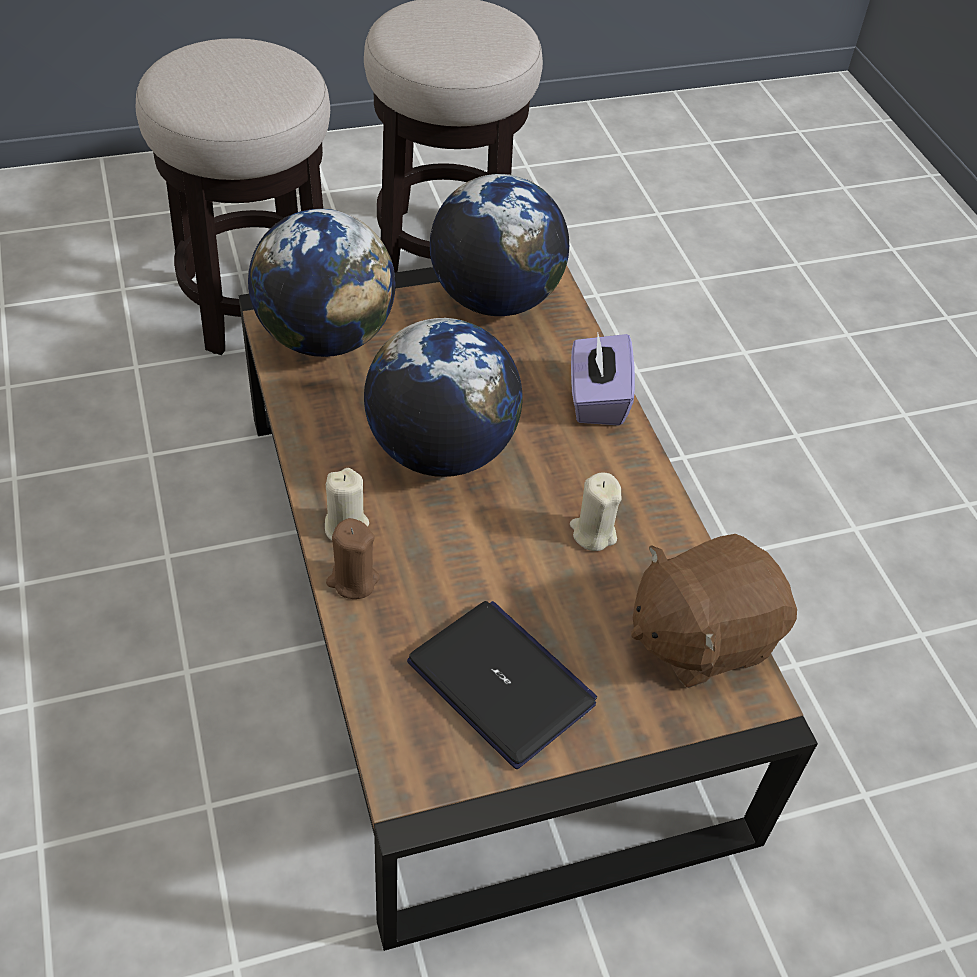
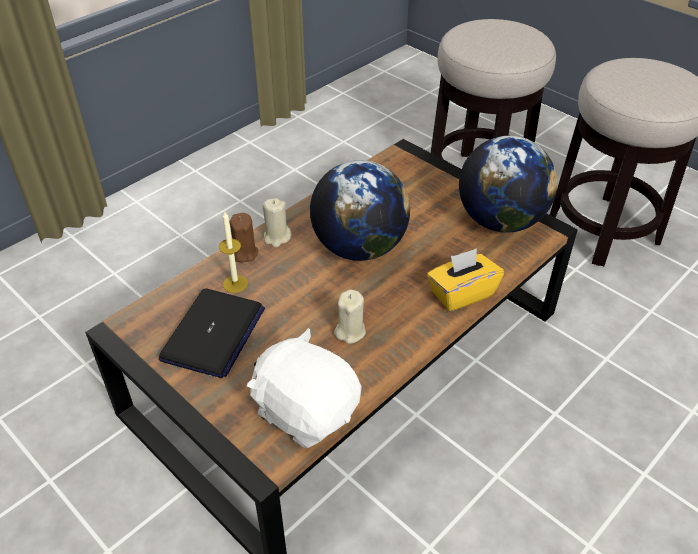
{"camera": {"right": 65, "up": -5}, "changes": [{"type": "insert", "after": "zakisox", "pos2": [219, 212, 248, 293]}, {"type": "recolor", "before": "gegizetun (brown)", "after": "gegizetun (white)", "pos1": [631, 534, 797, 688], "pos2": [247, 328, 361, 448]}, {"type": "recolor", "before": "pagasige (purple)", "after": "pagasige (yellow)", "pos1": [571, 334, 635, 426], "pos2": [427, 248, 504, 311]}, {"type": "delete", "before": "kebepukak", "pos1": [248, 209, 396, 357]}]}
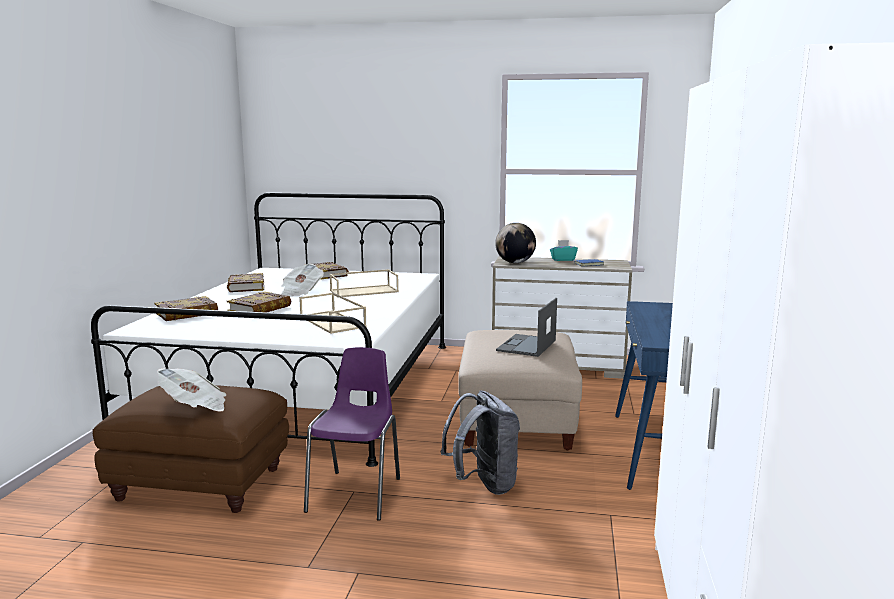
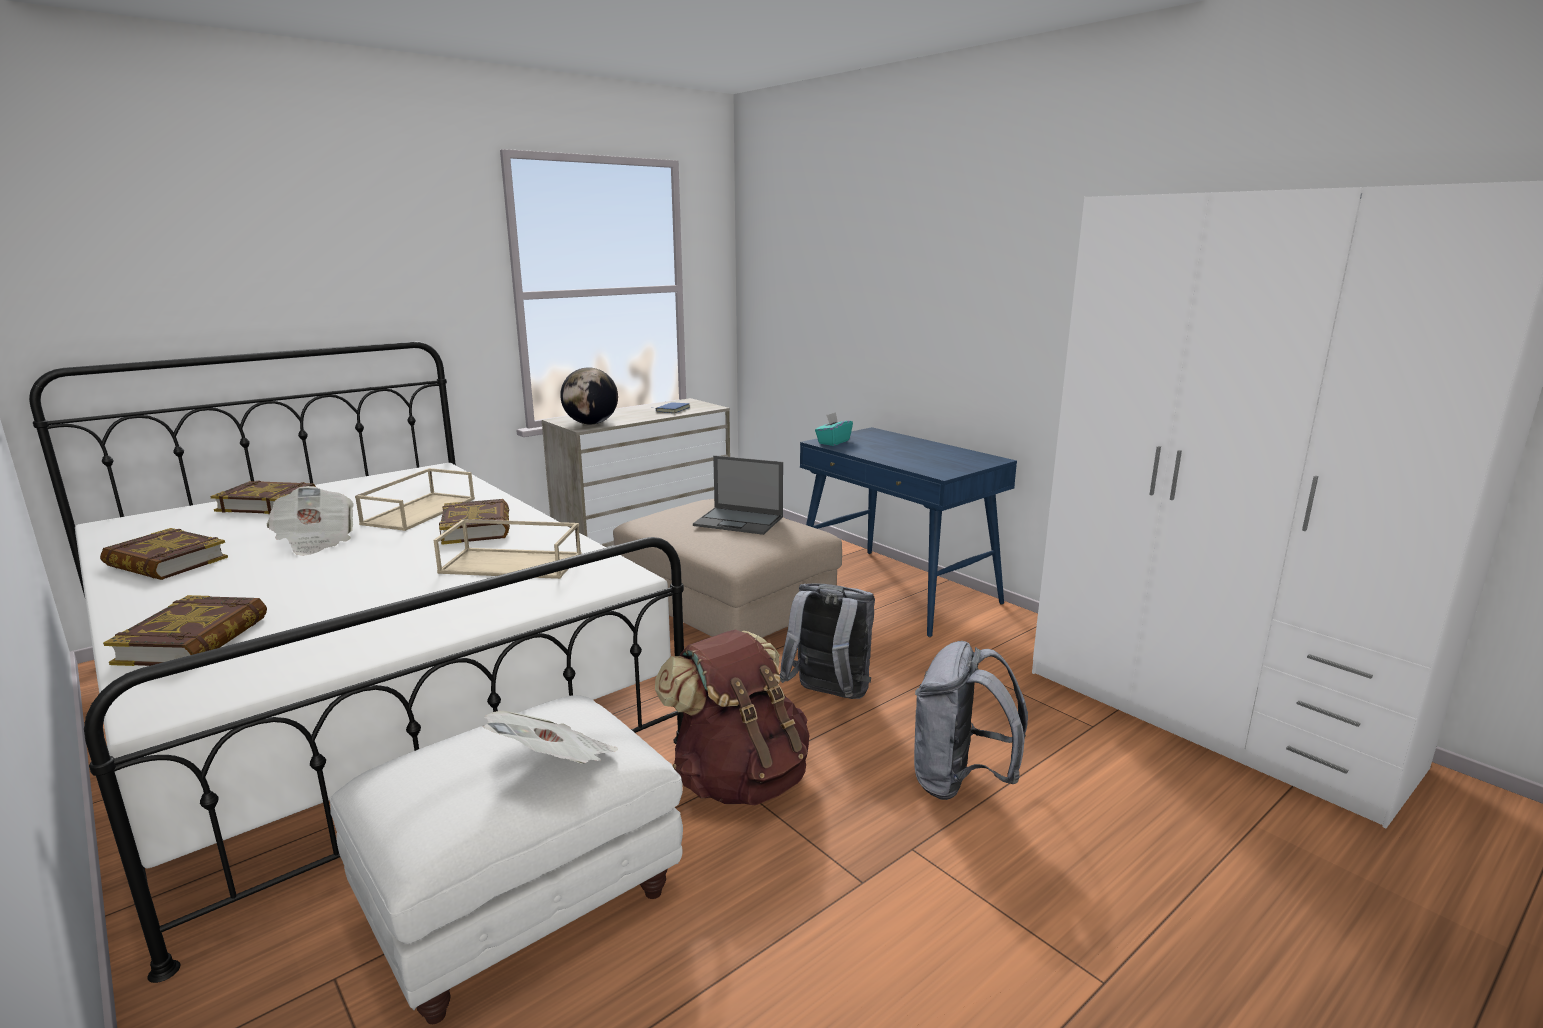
{"camera": {"right": -50, "up": 5}, "changes": [{"type": "recolor", "before": "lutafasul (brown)", "after": "lutafasul (white)", "pos1": [93, 385, 289, 513], "pos2": [330, 695, 683, 1024]}, {"type": "move", "before": "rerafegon", "pos1": [227, 291, 291, 312], "pos2": [439, 499, 510, 545]}, {"type": "replace", "before": "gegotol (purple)", "after": "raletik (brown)", "pos1": [304, 347, 400, 521], "pos2": [655, 629, 810, 805]}, {"type": "rotate", "before": "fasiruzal", "pos1": [496, 298, 557, 357], "pos2": [693, 455, 783, 535], "turn": -45}, {"type": "move", "before": "pagasige (turquoise)", "pos1": [550, 240, 578, 261], "pos2": [815, 412, 853, 446]}, {"type": "insert", "after": "raletik (grey)", "pos2": [914, 641, 1028, 800]}]}
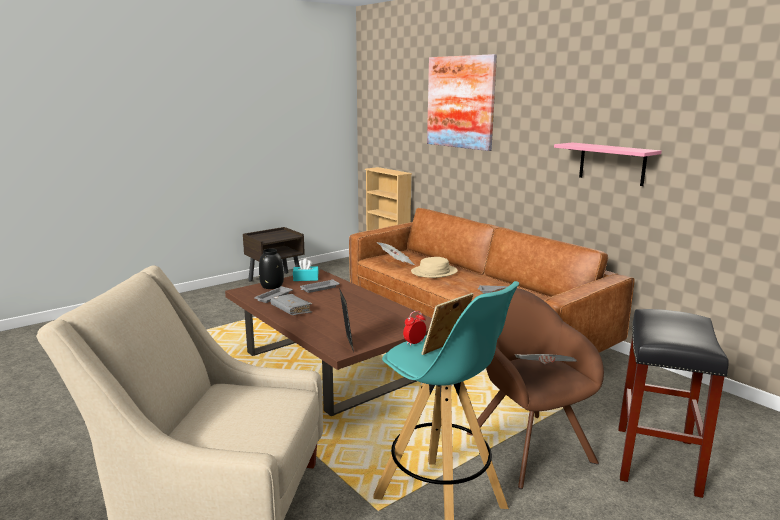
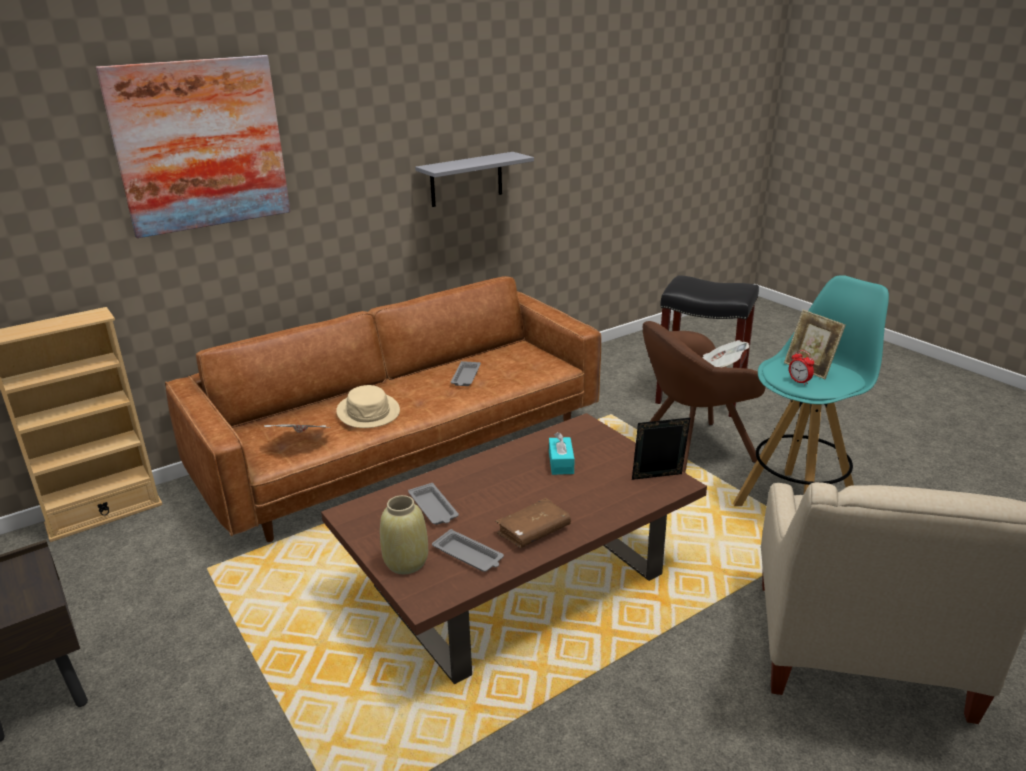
{"camera": {"right": -85, "up": 10}, "changes": [{"type": "recolor", "before": "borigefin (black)", "after": "borigefin (beige)", "pos1": [259, 249, 284, 289], "pos2": [380, 495, 428, 574]}, {"type": "recolor", "before": "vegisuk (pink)", "after": "vegisuk (grey)", "pos1": [554, 142, 662, 186], "pos2": [415, 152, 534, 207]}, {"type": "recolor", "before": "rerafegon (grey)", "after": "rerafegon (brown)", "pos1": [271, 294, 312, 315], "pos2": [495, 498, 571, 548]}, {"type": "move", "before": "pagasige (turquoise)", "pos1": [293, 258, 319, 281], "pos2": [549, 432, 574, 475]}]}
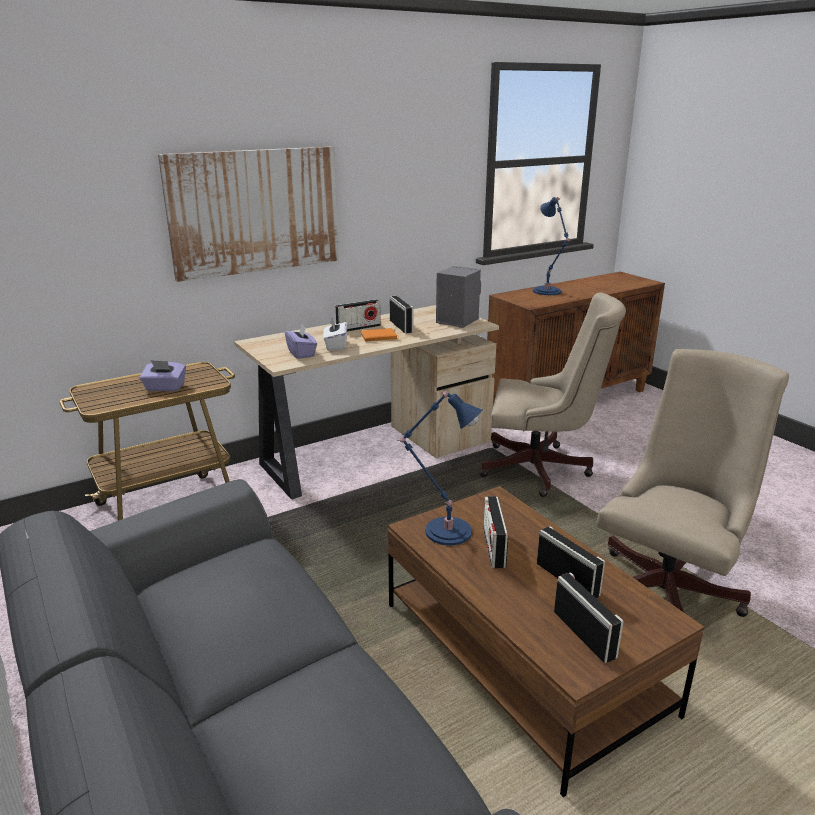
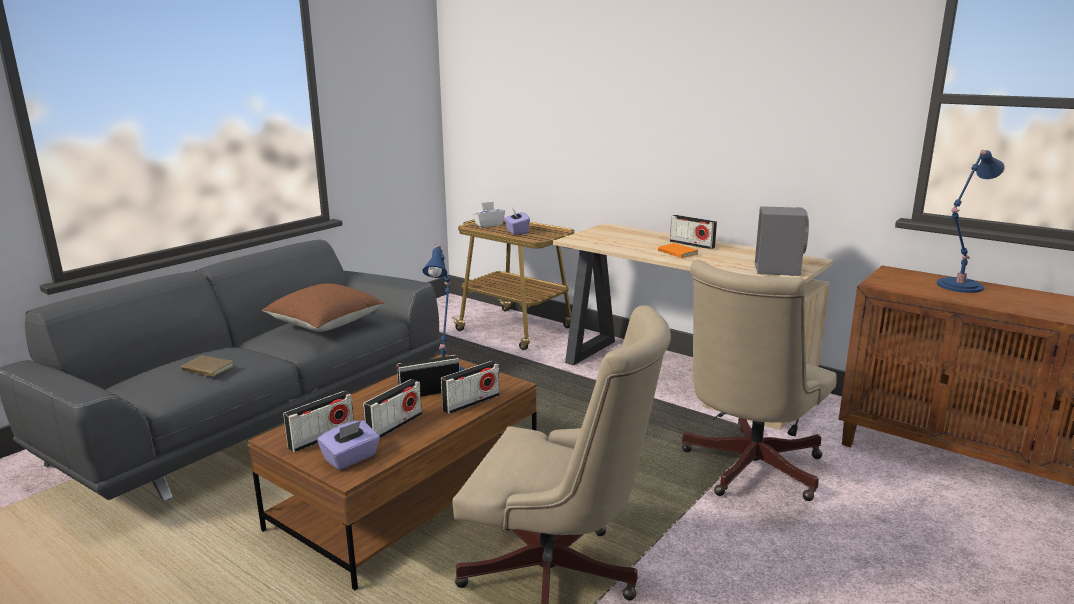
{"camera": {"right": 70, "up": -5}, "changes": [{"type": "insert", "after": "rerafegon (brown)", "pos2": [181, 355, 233, 377]}, {"type": "insert", "after": "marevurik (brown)", "pos2": [262, 283, 385, 332]}, {"type": "move", "before": "pagasige (purple)", "pos1": [285, 325, 317, 359], "pos2": [317, 420, 380, 470]}, {"type": "move", "before": "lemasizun", "pos1": [390, 296, 414, 333], "pos2": [441, 361, 500, 414]}, {"type": "move", "before": "pagasige (white)", "pos1": [323, 318, 347, 350], "pos2": [473, 202, 505, 227]}, {"type": "rotate", "before": "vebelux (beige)", "pos1": [480, 293, 626, 497], "pos2": [682, 260, 837, 501], "turn": 45}, {"type": "delete", "before": "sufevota", "pos1": [158, 147, 339, 282]}]}
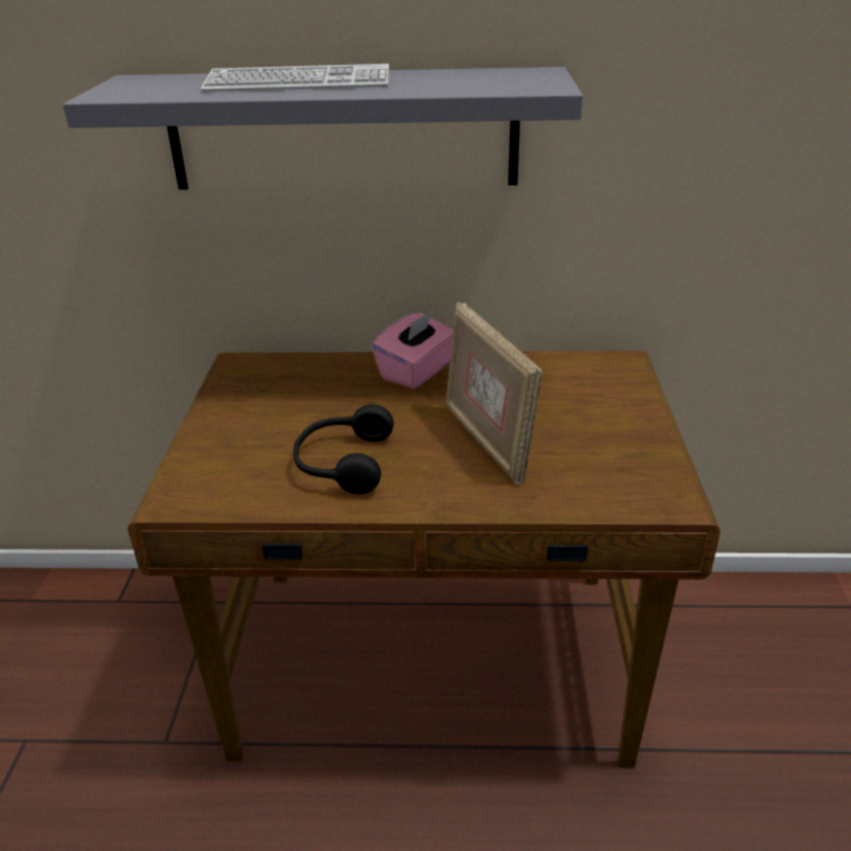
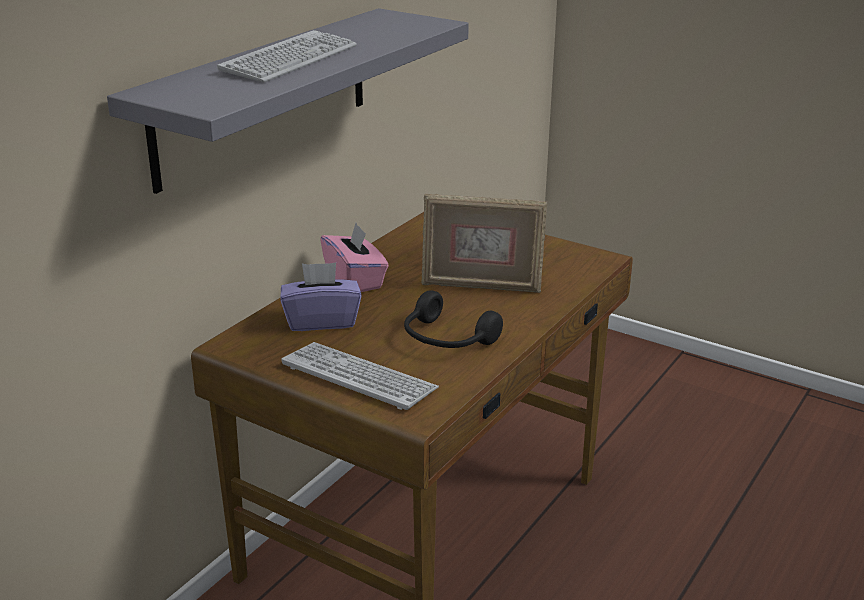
{"camera": {"right": -60, "up": -5}, "changes": [{"type": "insert", "after": "pagasige (purple)", "pos2": [280, 262, 361, 331]}, {"type": "insert", "after": "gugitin", "pos2": [281, 342, 439, 410]}]}
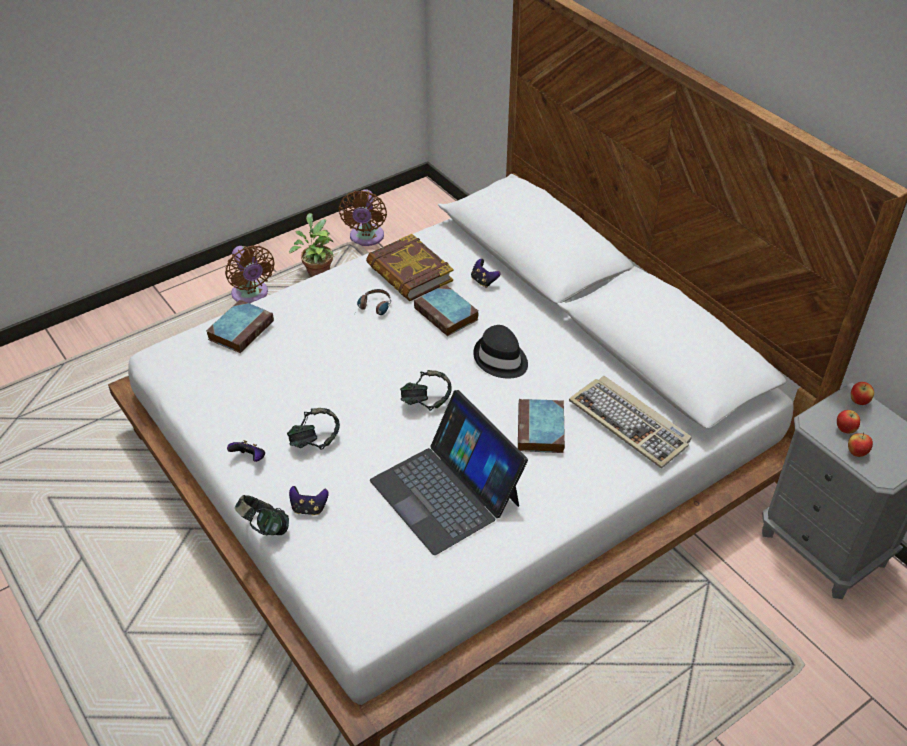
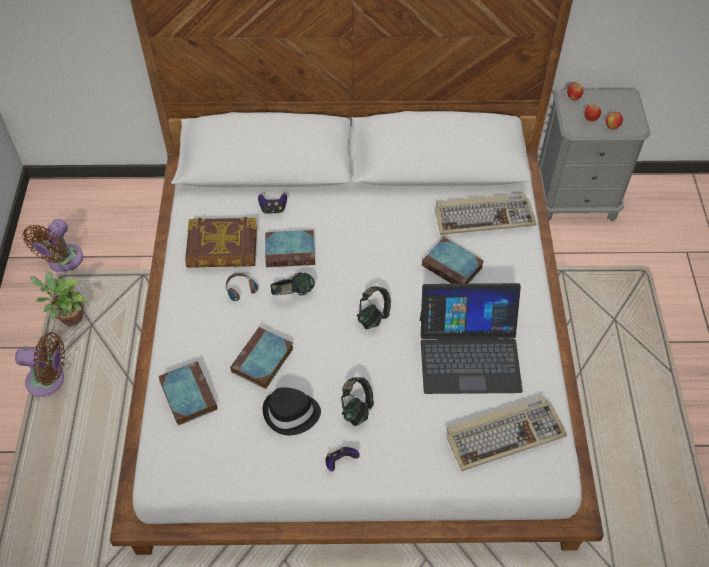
{"camera": {"right": -55, "up": 10}, "changes": [{"type": "rotate", "before": "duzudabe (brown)", "pos1": [338, 189, 387, 246], "pos2": [23, 219, 83, 272], "turn": 75}, {"type": "insert", "after": "rerafegon", "pos2": [230, 327, 293, 389]}, {"type": "move", "before": "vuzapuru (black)", "pos1": [473, 325, 528, 378], "pos2": [263, 387, 321, 435]}, {"type": "move", "before": "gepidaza", "pos1": [235, 495, 289, 536], "pos2": [270, 272, 315, 295]}, {"type": "insert", "after": "gugitin", "pos2": [446, 396, 567, 471]}, {"type": "delete", "before": "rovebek", "pos1": [289, 486, 329, 516]}]}
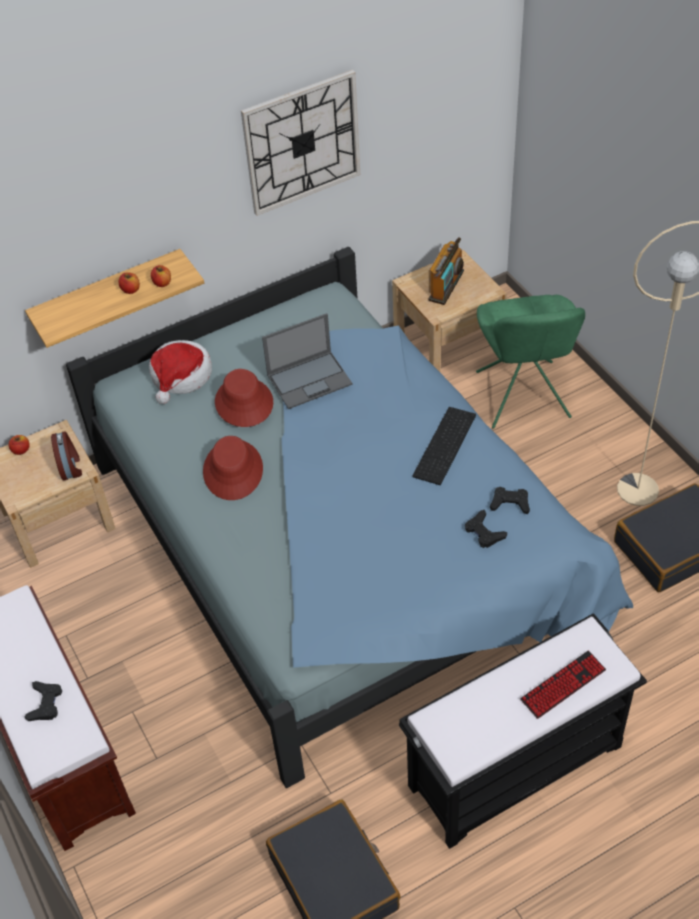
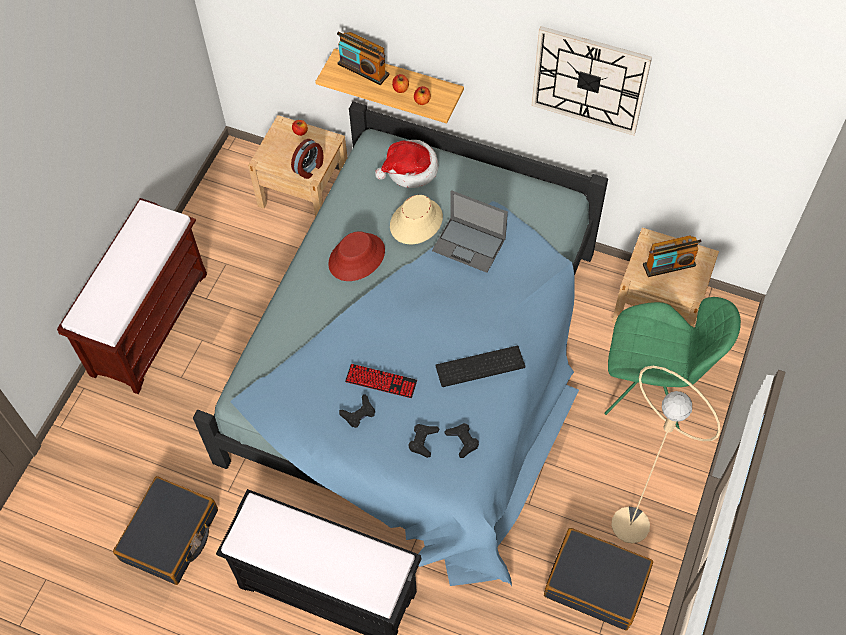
{"camera": {"right": 50, "up": 10}, "changes": [{"type": "insert", "after": "lemasizun", "pos2": [337, 32, 390, 85]}, {"type": "move", "before": "rovebek (black)", "pos1": [24, 681, 62, 721], "pos2": [339, 394, 375, 428]}, {"type": "move", "before": "gugitin", "pos1": [520, 651, 606, 719], "pos2": [345, 364, 417, 398]}, {"type": "recolor", "before": "vuzapuru (red)", "after": "vuzapuru (beige)", "pos1": [215, 369, 273, 427], "pos2": [390, 195, 443, 244]}, {"type": "rotate", "before": "gegotol (green)", "pos1": [476, 295, 585, 429], "pos2": [604, 297, 741, 429], "turn": -120}]}
